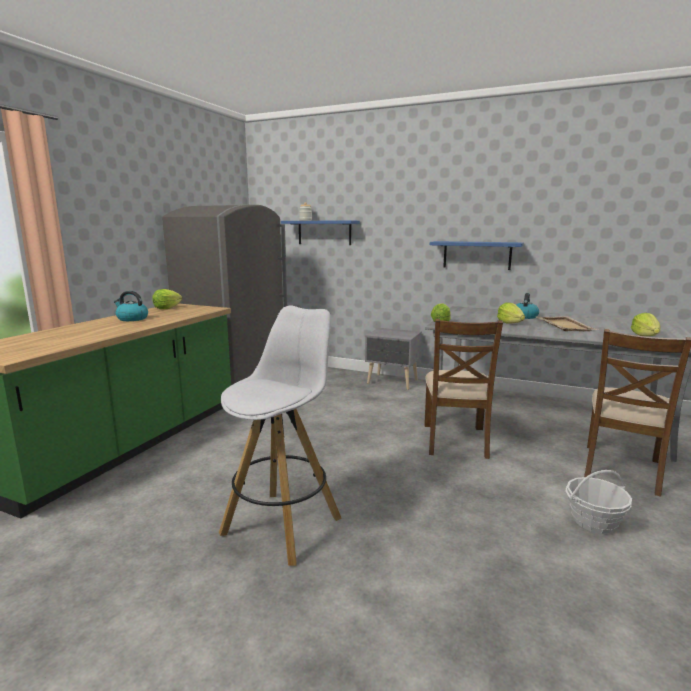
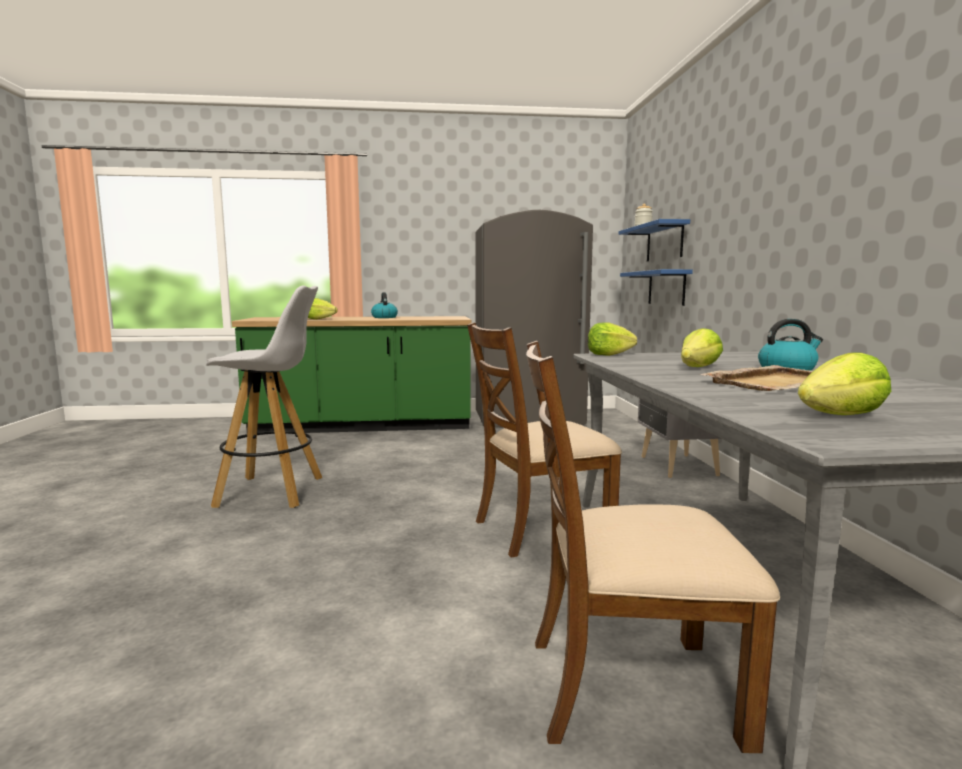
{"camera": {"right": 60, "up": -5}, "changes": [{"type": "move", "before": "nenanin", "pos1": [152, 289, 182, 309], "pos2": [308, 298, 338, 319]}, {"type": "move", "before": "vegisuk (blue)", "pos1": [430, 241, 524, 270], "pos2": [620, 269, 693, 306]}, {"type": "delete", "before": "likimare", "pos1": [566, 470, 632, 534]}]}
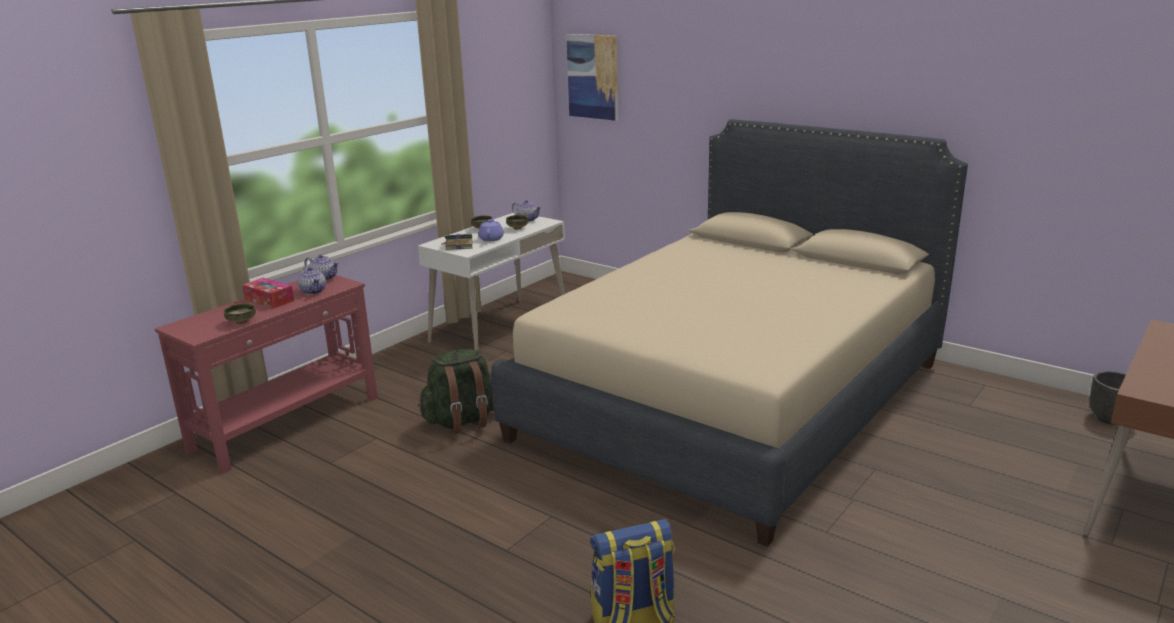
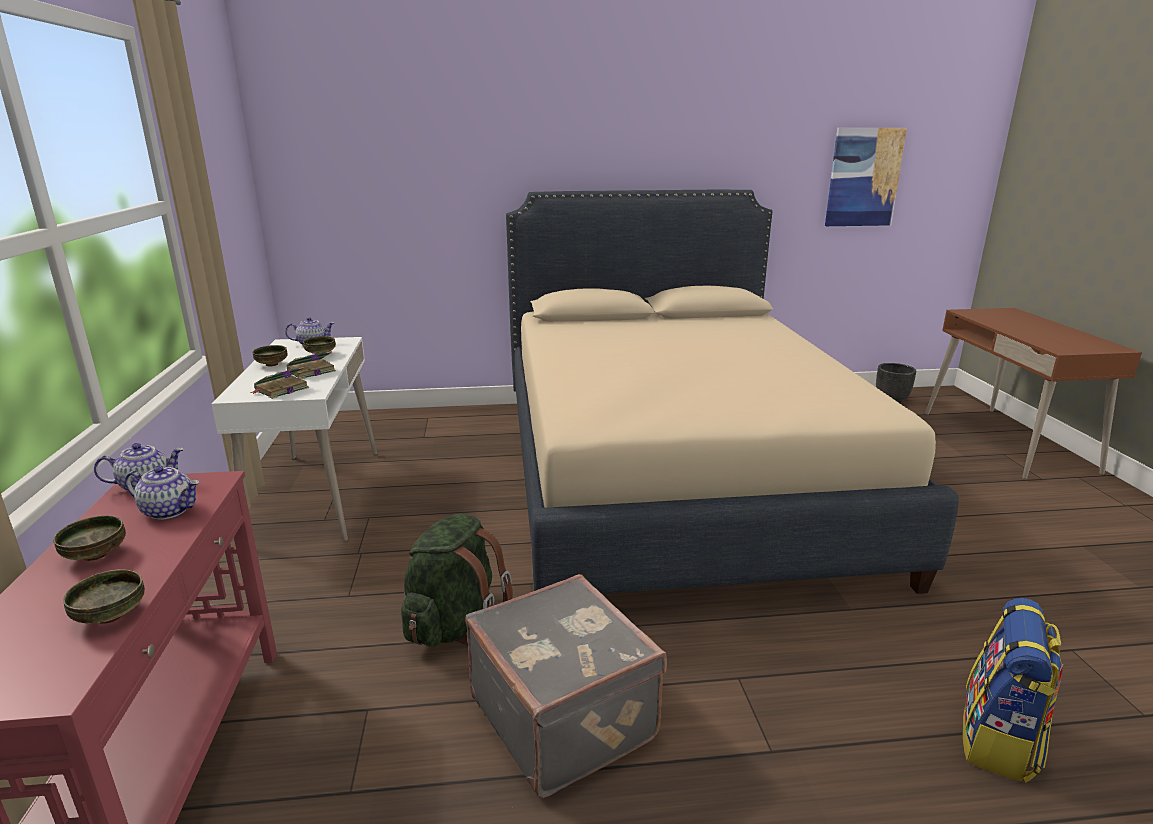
{"camera": {"right": -45, "up": 0}, "changes": [{"type": "replace", "before": "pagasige", "after": "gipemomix", "pos1": [242, 278, 294, 308], "pos2": [53, 516, 126, 561]}, {"type": "replace", "before": "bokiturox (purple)", "after": "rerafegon", "pos1": [478, 218, 504, 241], "pos2": [287, 351, 336, 379]}, {"type": "insert", "after": "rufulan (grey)", "pos2": [465, 574, 667, 798]}, {"type": "move", "before": "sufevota", "pos1": [566, 34, 618, 121], "pos2": [825, 128, 907, 226]}]}
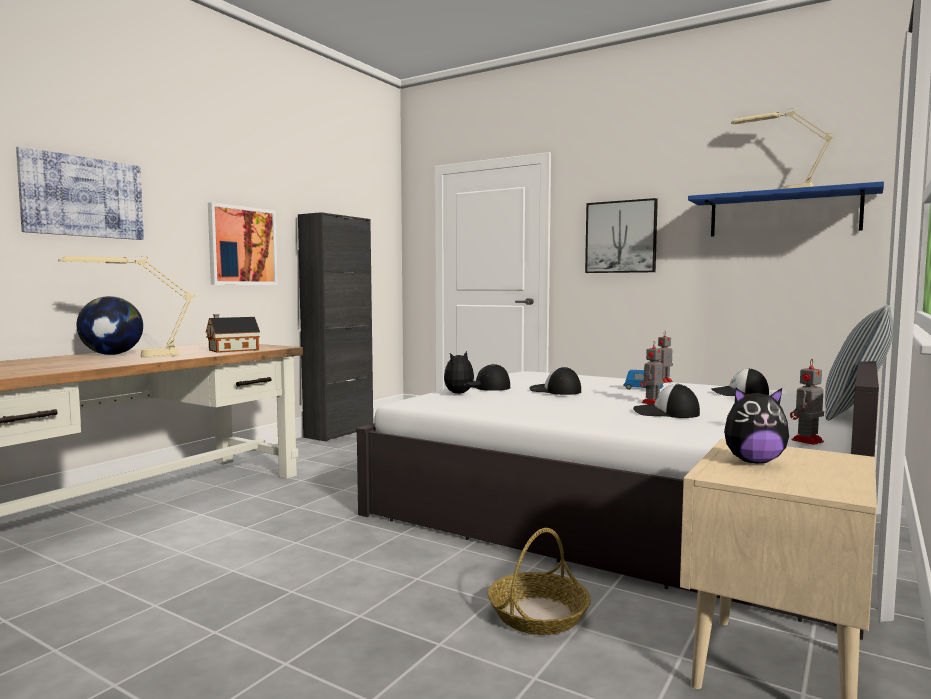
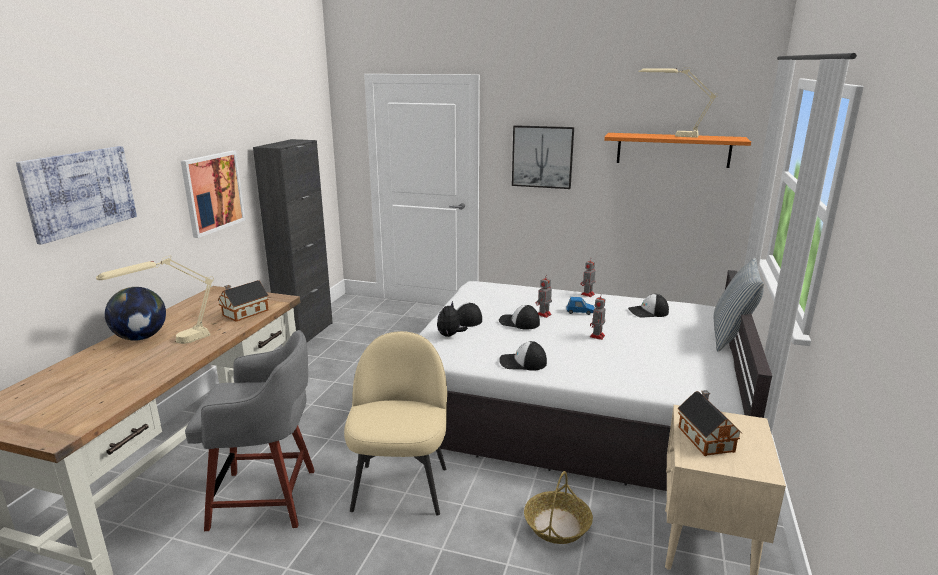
{"camera": {"right": -15, "up": 15}, "changes": [{"type": "insert", "after": "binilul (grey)", "pos2": [185, 330, 315, 531]}, {"type": "insert", "after": "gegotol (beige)", "pos2": [344, 331, 447, 516]}, {"type": "move", "before": "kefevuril", "pos1": [633, 384, 700, 418], "pos2": [499, 341, 547, 371]}, {"type": "move", "before": "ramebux", "pos1": [790, 359, 824, 445], "pos2": [536, 275, 552, 318]}, {"type": "recolor", "before": "vegisuk (blue)", "after": "vegisuk (orange)", "pos1": [688, 181, 884, 237], "pos2": [604, 133, 751, 168]}, {"type": "replace", "before": "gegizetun", "after": "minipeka", "pos1": [724, 388, 789, 464], "pos2": [678, 390, 742, 456]}]}
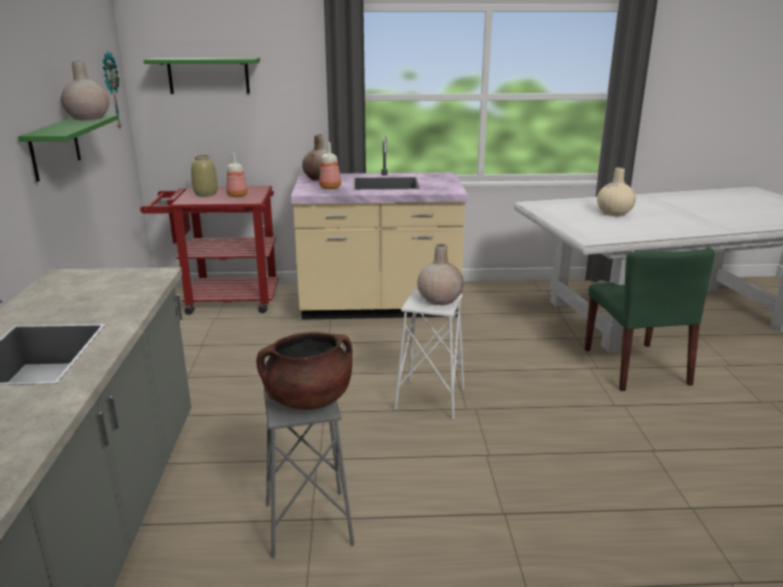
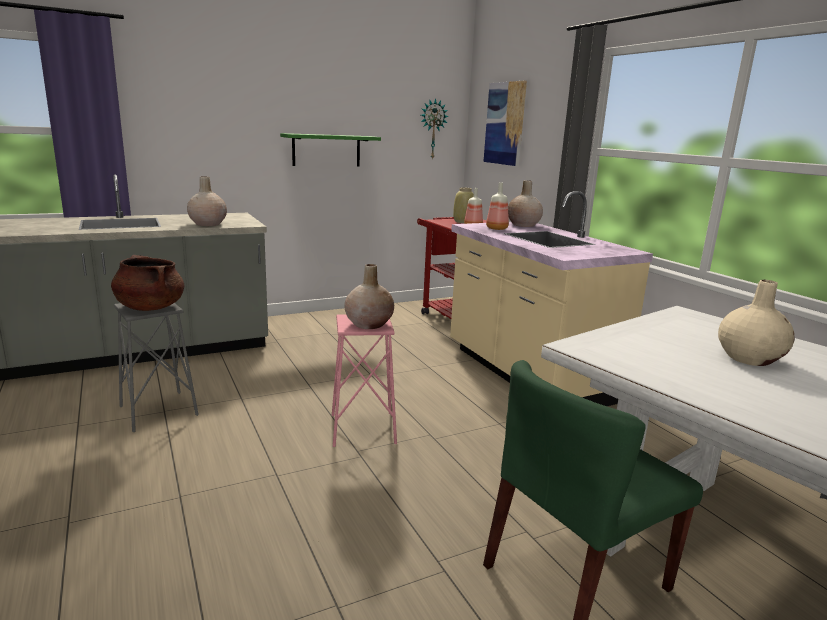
{"camera": {"right": 65, "up": -5}, "changes": [{"type": "move", "before": "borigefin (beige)", "pos1": [61, 61, 109, 120], "pos2": [187, 176, 227, 226]}, {"type": "recolor", "before": "binilul (white)", "after": "binilul (pink)", "pos1": [394, 289, 464, 419], "pos2": [332, 314, 397, 447]}, {"type": "replace", "before": "vegisuk (green)", "after": "sufevota", "pos1": [144, 57, 260, 94], "pos2": [483, 81, 527, 166]}]}
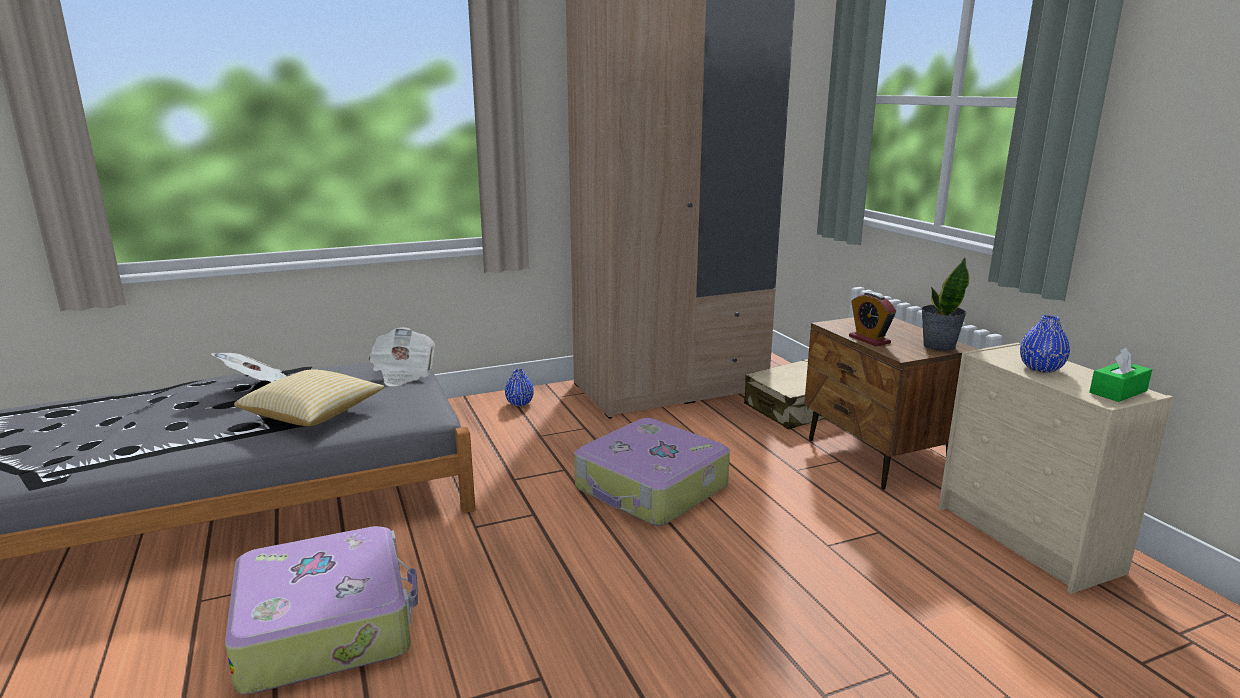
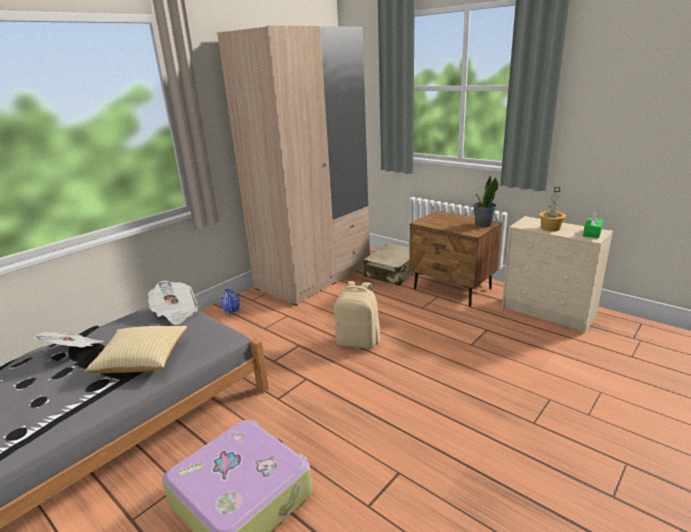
{"camera": {"right": -25, "up": 5}, "changes": [{"type": "replace", "before": "rufulan", "after": "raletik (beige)", "pos1": [574, 418, 730, 526], "pos2": [334, 281, 380, 349]}, {"type": "replace", "before": "borigefin (blue)", "after": "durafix", "pos1": [1020, 315, 1070, 373], "pos2": [539, 187, 566, 231]}, {"type": "delete", "before": "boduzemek", "pos1": [849, 292, 896, 346]}]}
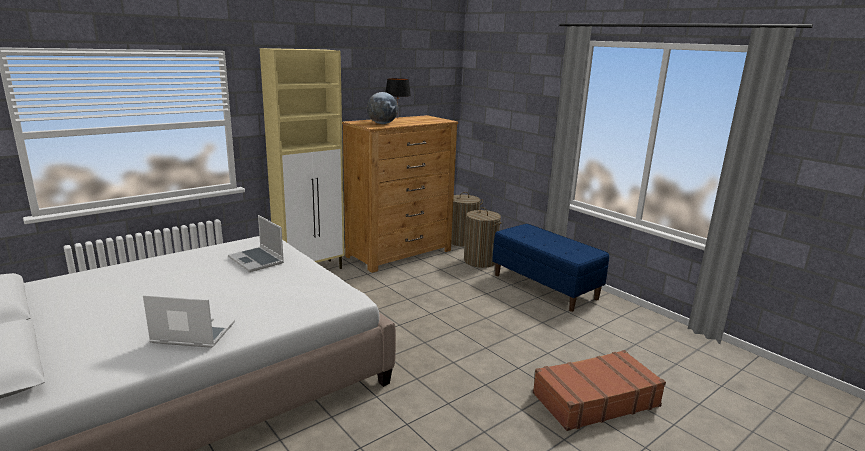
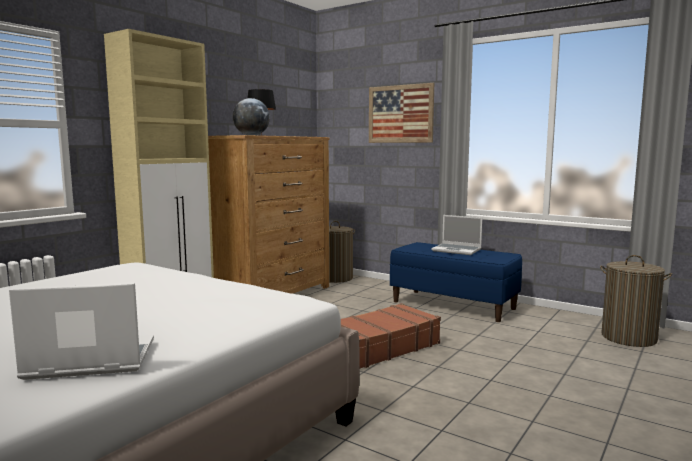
{"camera": {"right": -15, "up": -10}, "changes": [{"type": "move", "before": "rufulan (brown)", "pos1": [533, 350, 666, 431], "pos2": [341, 303, 441, 369]}, {"type": "insert", "after": "sufevota", "pos2": [369, 83, 434, 143]}, {"type": "move", "before": "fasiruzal", "pos1": [228, 215, 284, 272], "pos2": [431, 215, 482, 255]}, {"type": "move", "before": "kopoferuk", "pos1": [464, 207, 502, 268], "pos2": [600, 255, 672, 347]}]}
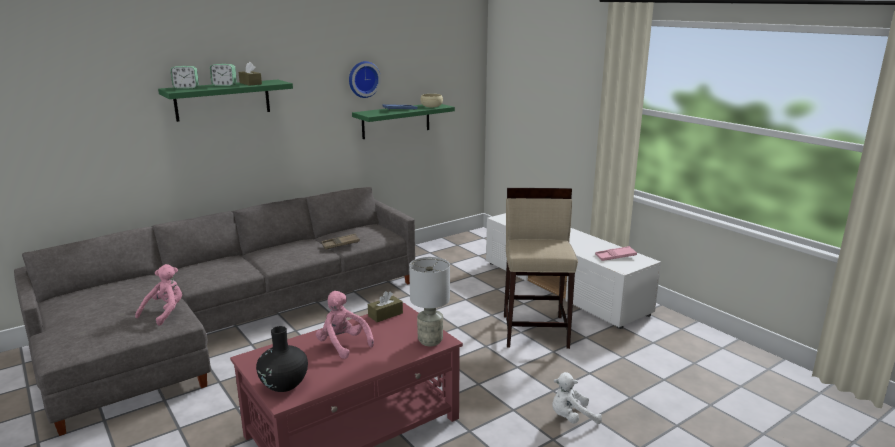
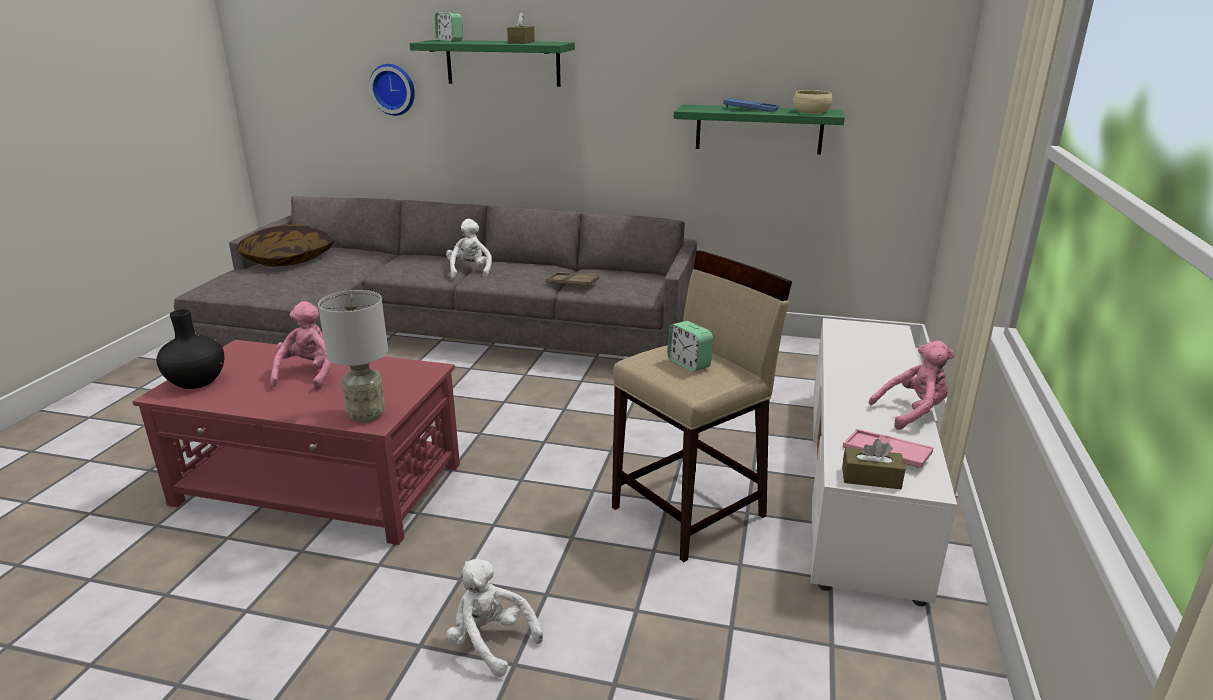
{"camera": {"right": 50, "up": 5}, "changes": [{"type": "insert", "after": "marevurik", "pos2": [236, 224, 334, 267]}, {"type": "move", "before": "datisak", "pos1": [349, 61, 381, 98], "pos2": [369, 64, 415, 116]}, {"type": "insert", "after": "gegizetun (white)", "pos2": [446, 219, 492, 278]}, {"type": "move", "before": "boduzemek", "pos1": [210, 64, 237, 86], "pos2": [667, 321, 713, 372]}, {"type": "move", "before": "pagasige (brown)", "pos1": [368, 291, 403, 322], "pos2": [842, 439, 905, 489]}, {"type": "move", "before": "gegizetun (pink)", "pos1": [135, 264, 182, 326], "pos2": [869, 341, 955, 430]}]}
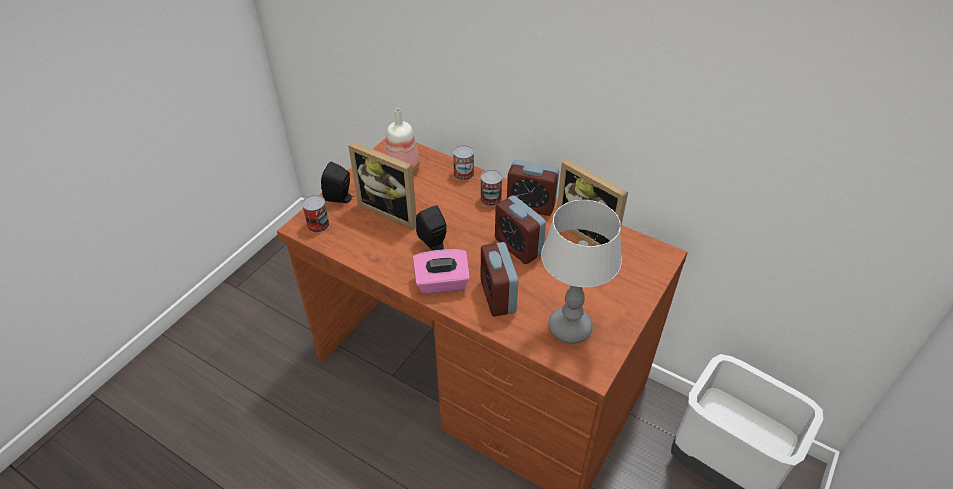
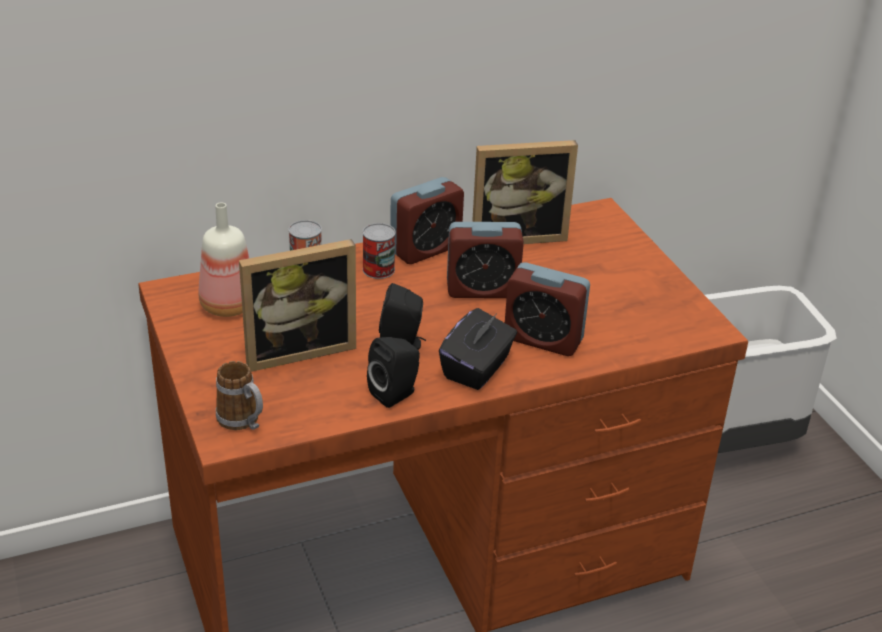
{"camera": {"right": -55, "up": -10}, "changes": [{"type": "replace", "before": "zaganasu", "after": "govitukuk", "pos1": [302, 195, 330, 233], "pos2": [216, 361, 263, 430]}, {"type": "move", "before": "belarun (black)", "pos1": [321, 162, 354, 203], "pos2": [367, 337, 420, 408]}, {"type": "recolor", "before": "pagasige (pink)", "after": "pagasige (black)", "pos1": [413, 249, 470, 294], "pos2": [439, 308, 517, 390]}, {"type": "delete", "before": "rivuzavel", "pos1": [541, 200, 622, 344]}]}
